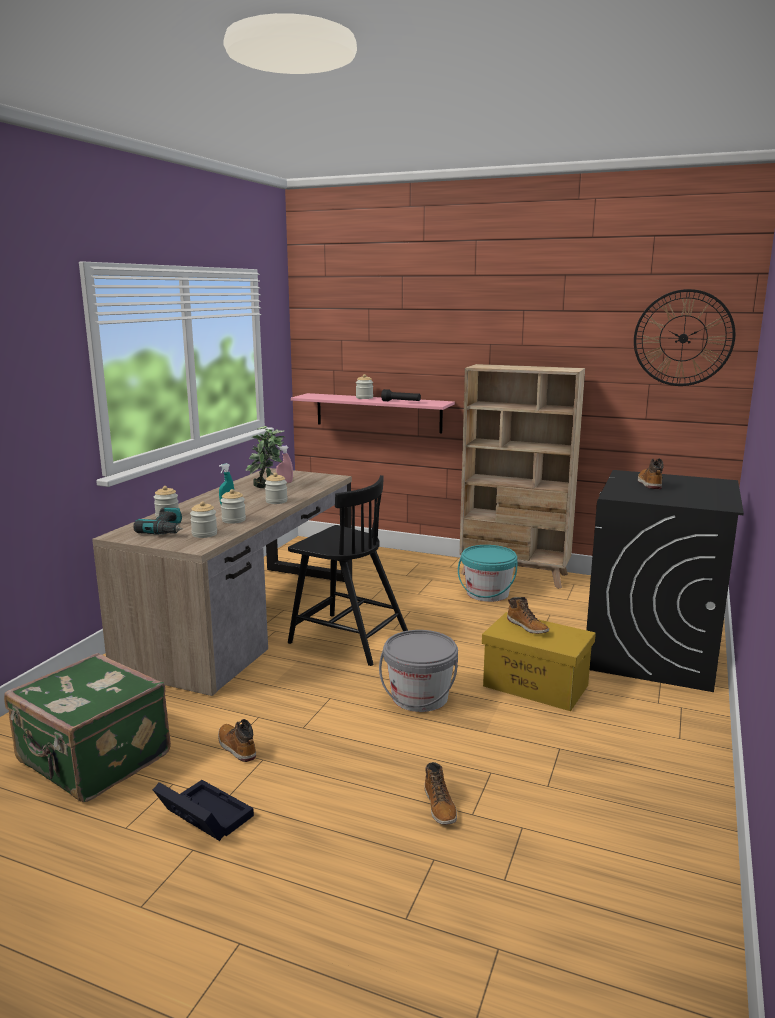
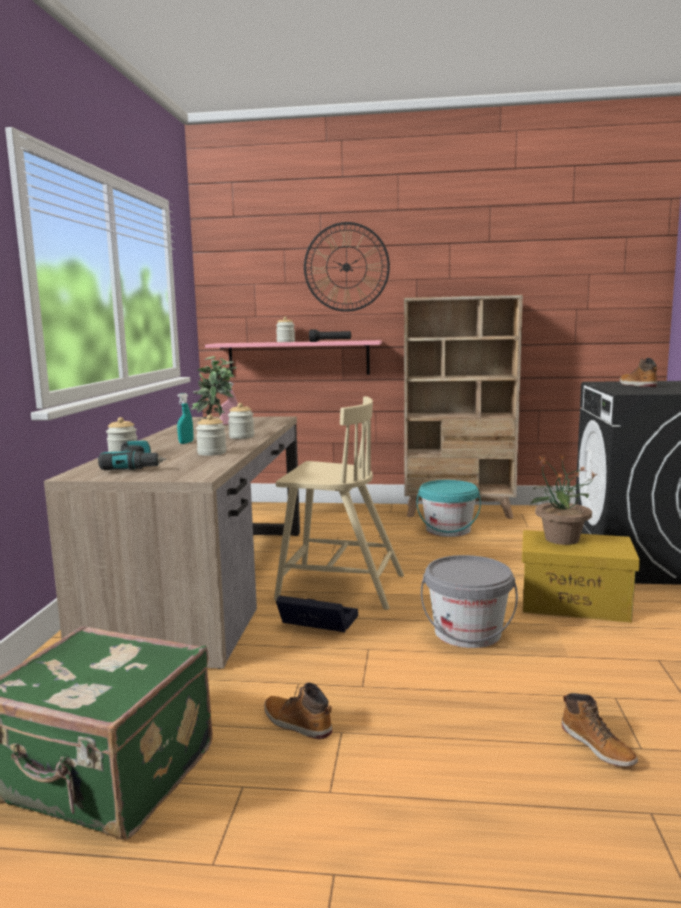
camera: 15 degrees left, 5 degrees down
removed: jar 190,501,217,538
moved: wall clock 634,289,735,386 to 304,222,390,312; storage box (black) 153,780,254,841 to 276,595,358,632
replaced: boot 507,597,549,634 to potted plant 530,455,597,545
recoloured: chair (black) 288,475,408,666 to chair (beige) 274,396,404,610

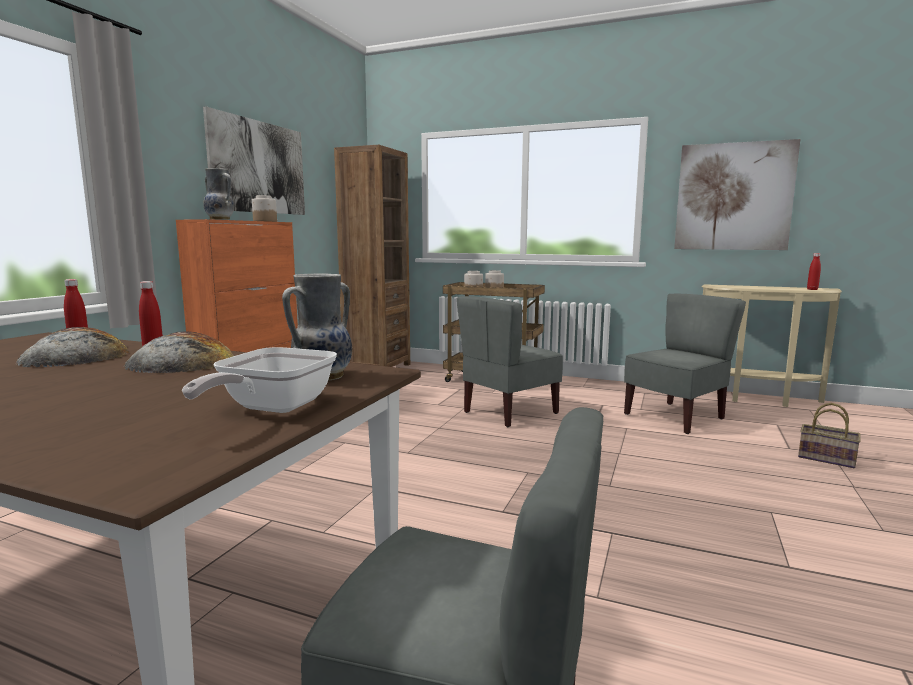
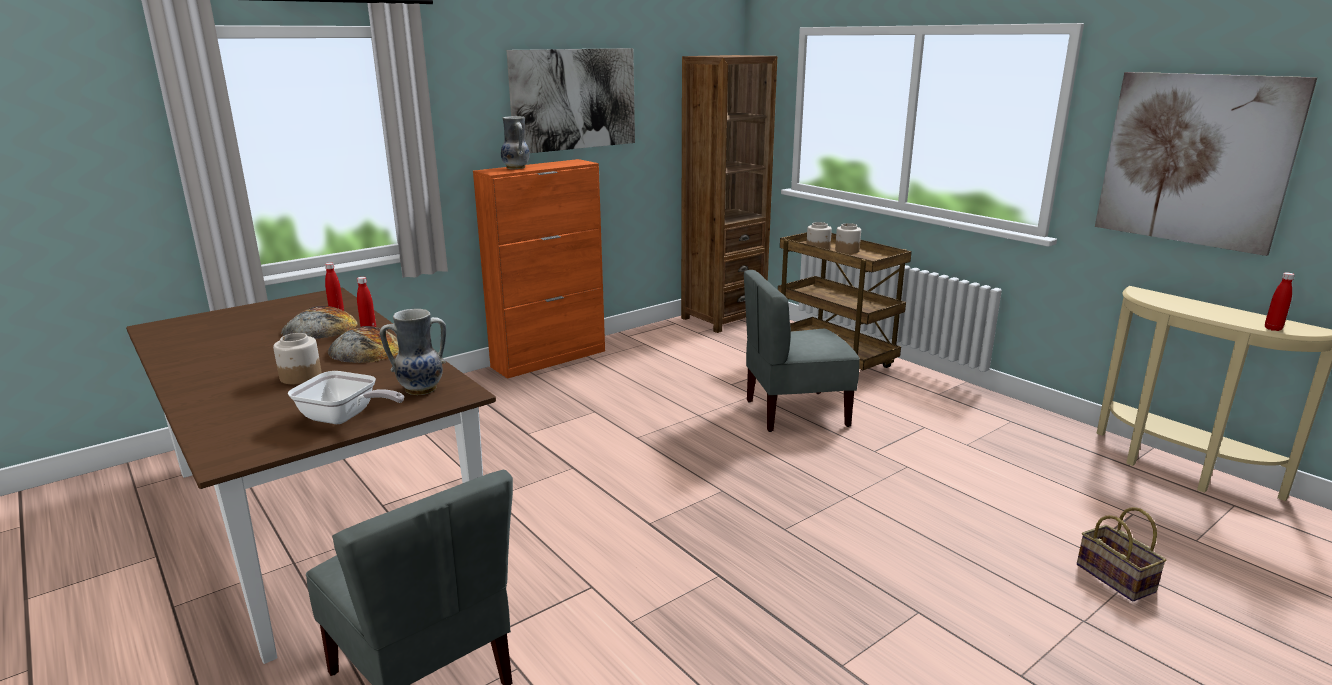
camera: 30 degrees right, 10 degrees up
removed: chair (grey) 624,294,746,434
moved: jar 252,195,277,222 to 273,333,322,384
turned: frying pan 182,347,337,413 = 288,371,404,424 120 degrees counterclockwise

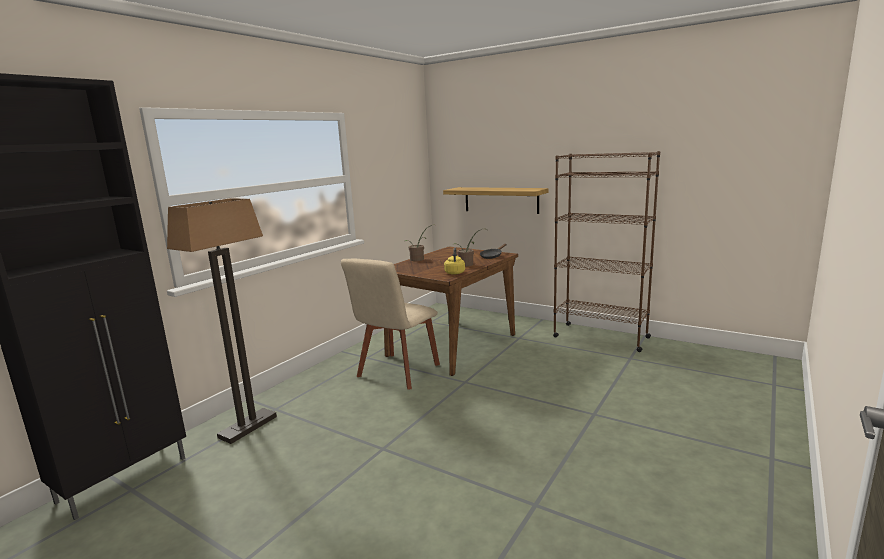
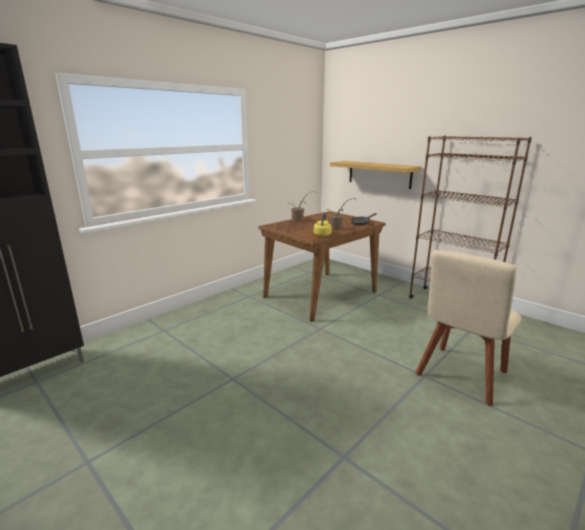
camera: 10 degrees right, 5 degrees up
removed: floor lamp 167,198,277,444
moved: chair (beige) 341,259,440,390 to 415,250,522,406

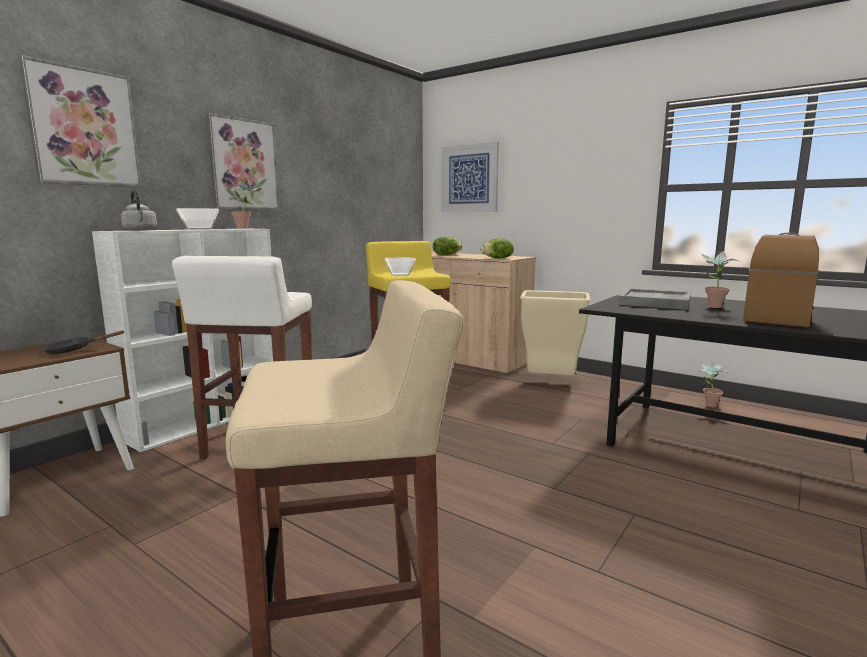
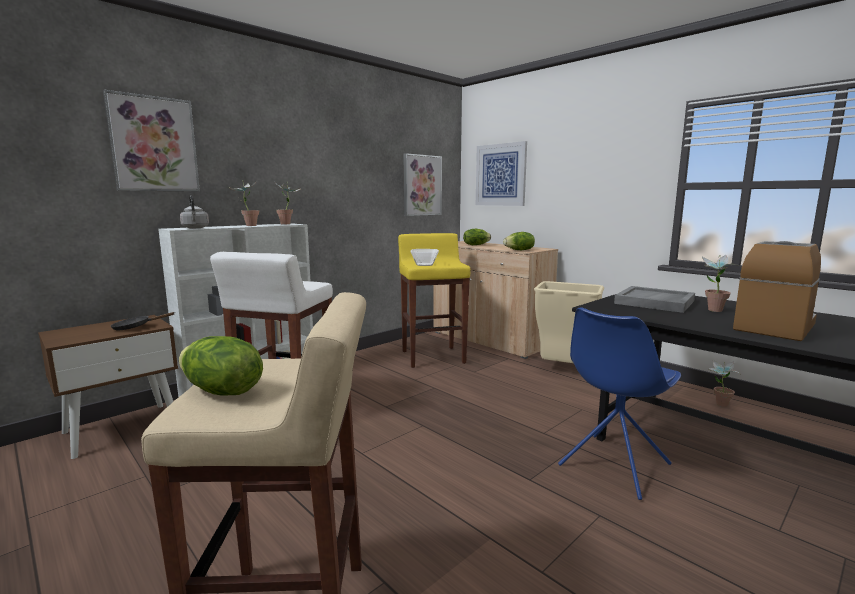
camera: 10 degrees right, 0 degrees up
added: chair (blue) 558,307,681,500; lettuce 179,336,263,396
moved: picture 206,113,279,210 to 404,153,442,216
replaced: bowl 176,208,219,230 to potted plant 228,180,259,226

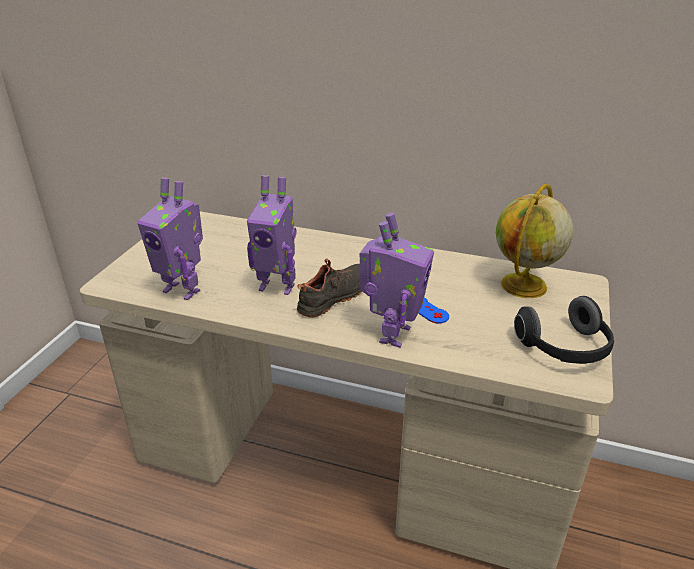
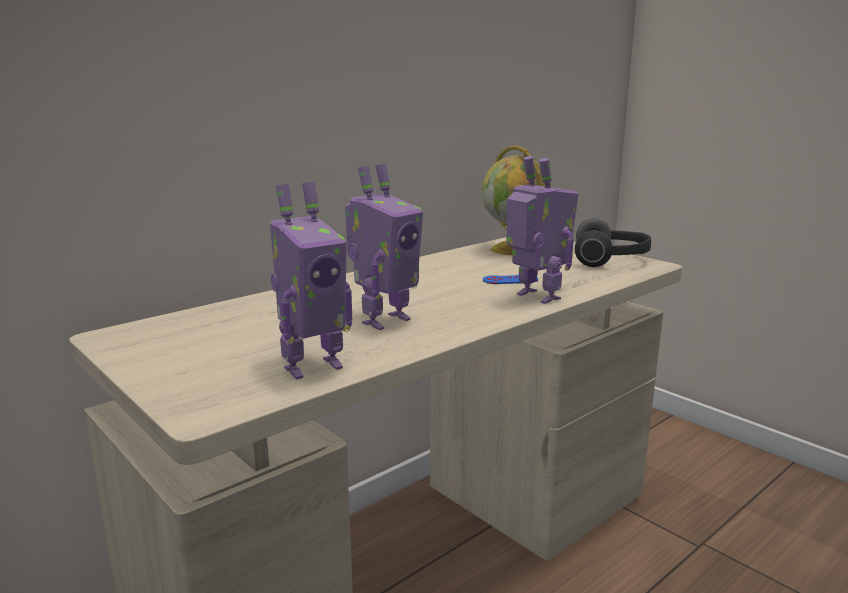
camera: 60 degrees left, 15 degrees down
removed: shoe (black) 297,258,362,317

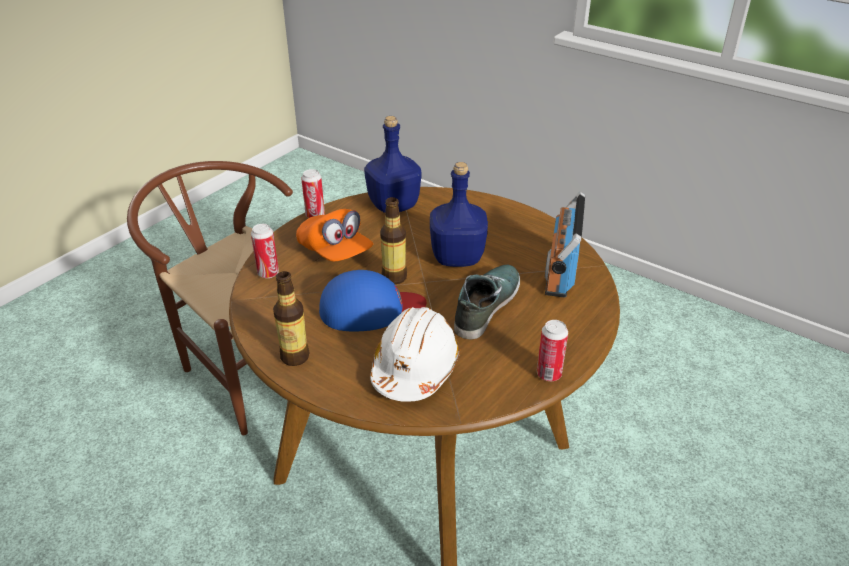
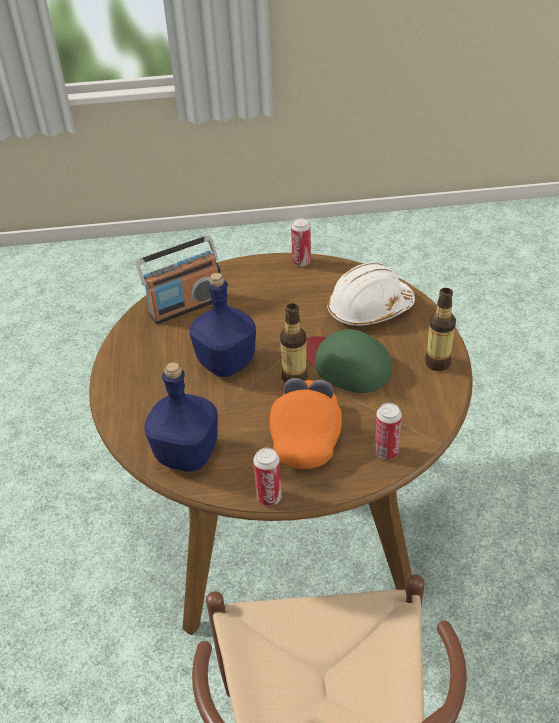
camera: 130 degrees left, 5 degrees up
removed: shoe 454,265,520,339
recoloured: cap (blue) 319,270,426,331 to cap (green) 306,329,392,393

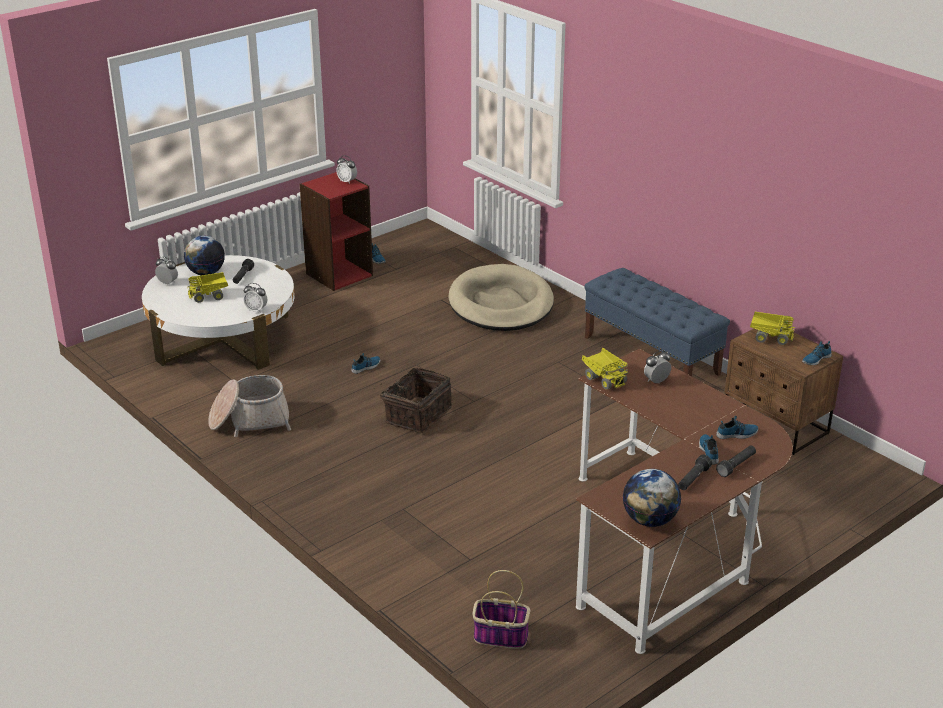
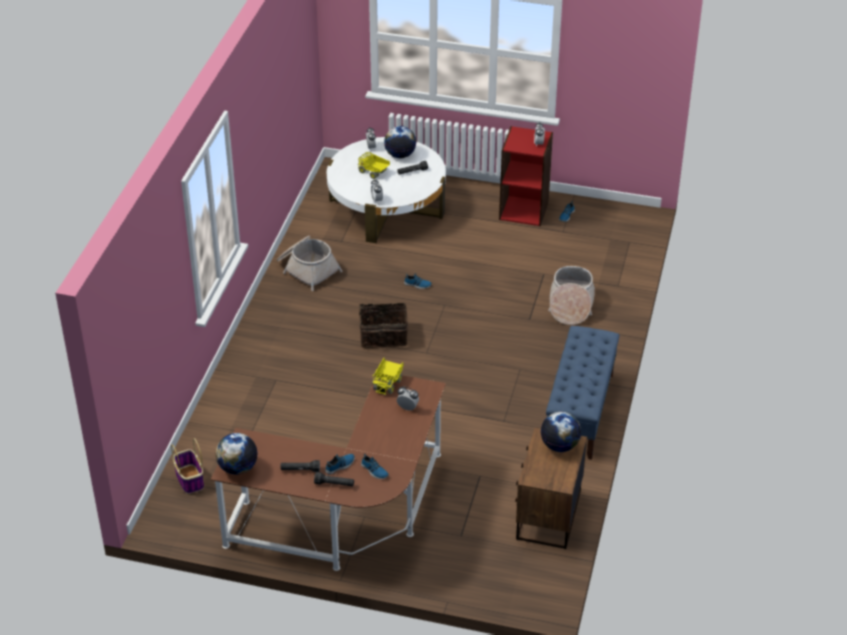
camera: 55 degrees right, 10 degrees up
removed: shoe 802,341,832,365
replaced: dog bed (beige) 448,264,554,331 to basket 548,266,595,325; toy truck 750,312,795,345 to globe 541,412,581,452

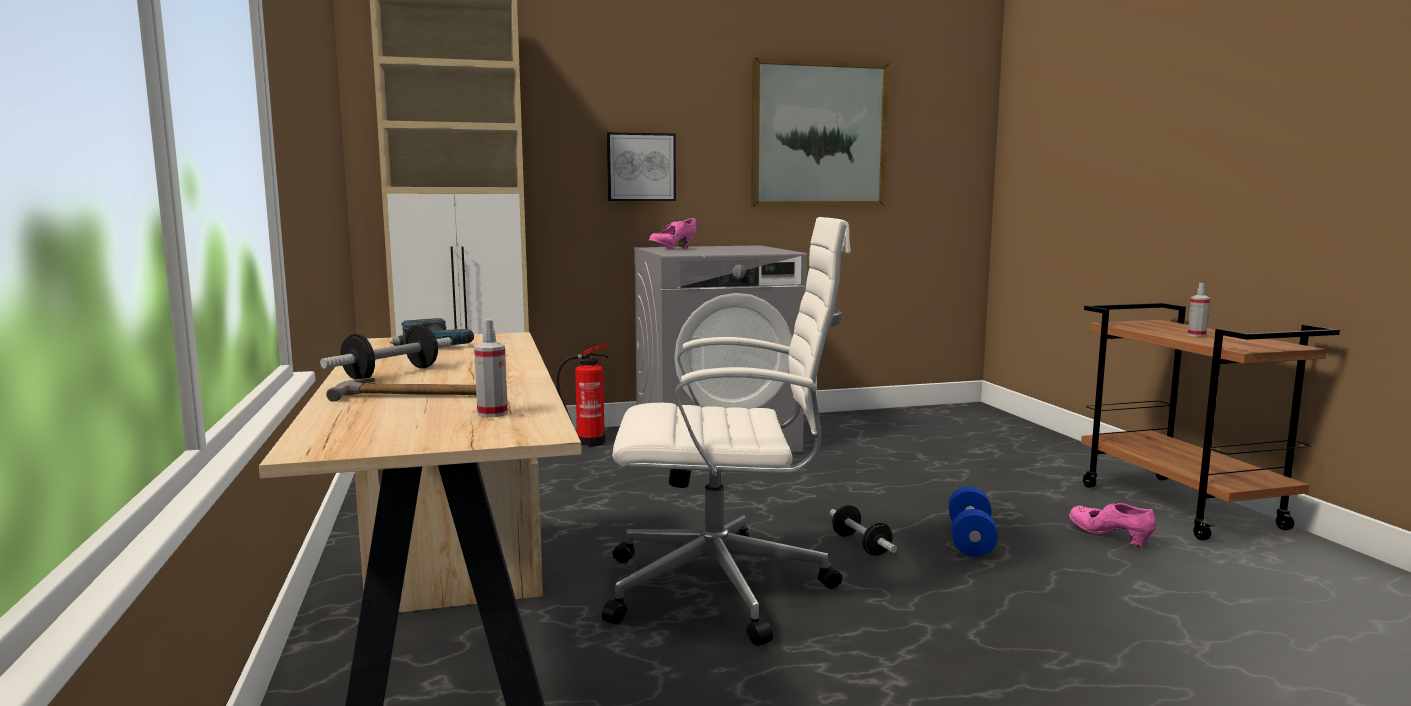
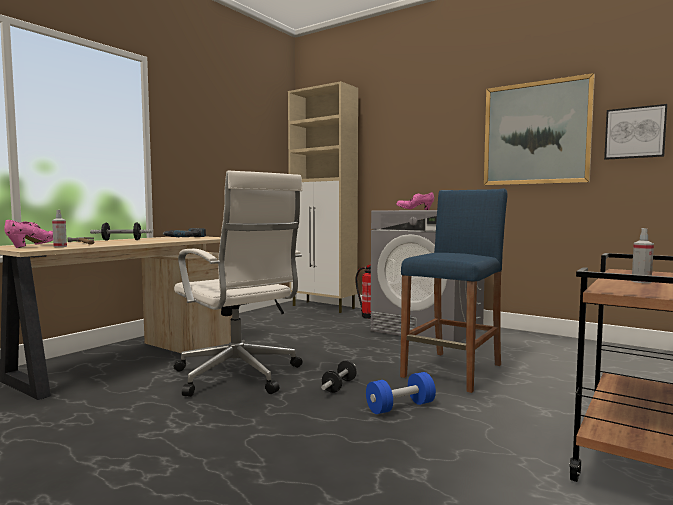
camera: 50 degrees right, 5 degrees down
added: stool (blue) 400,188,508,393
moved: picture 607,132,676,201 to 604,104,667,160; shoe (pink) 1069,503,1156,547 to 4,220,53,248

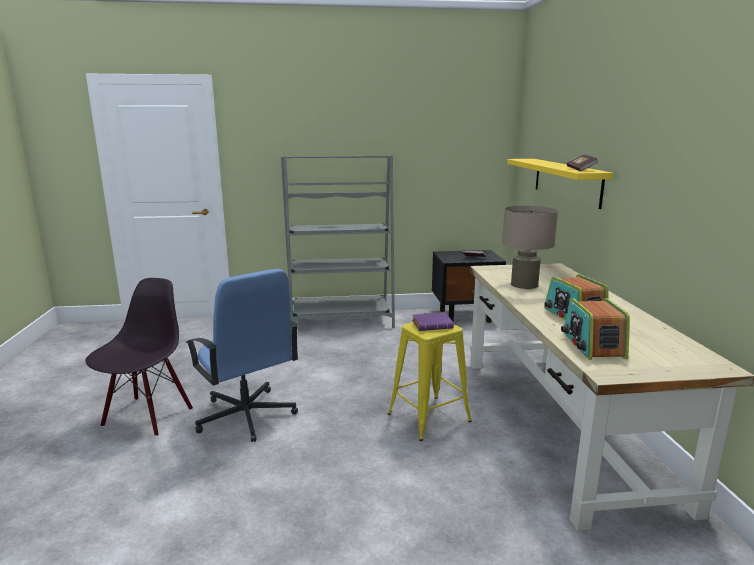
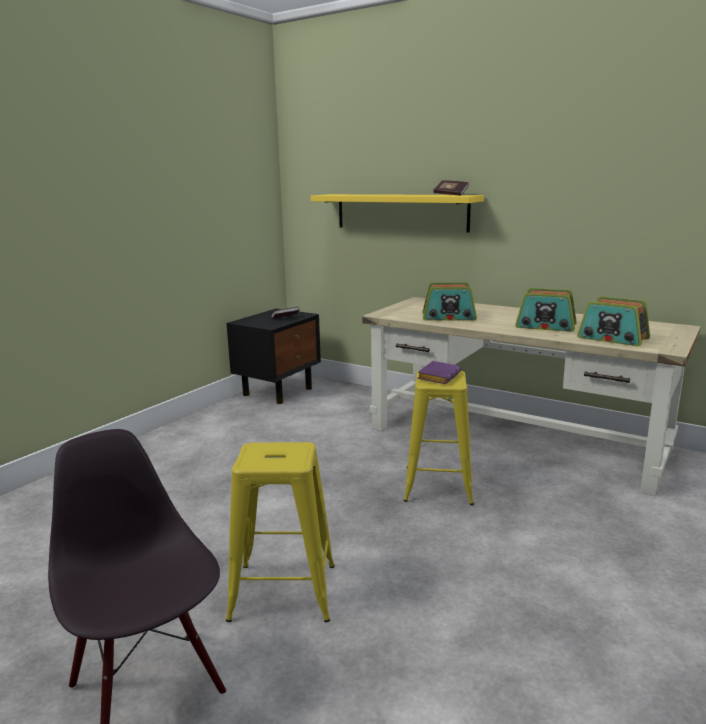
camera: 50 degrees left, 0 degrees up
removed: bookcase (grey) 281,155,395,332
replaced: table lamp (beige) 502,206,558,289 to radio 422,282,477,321; office chair (blue) 185,269,299,442 to stool (yellow) 226,442,335,622

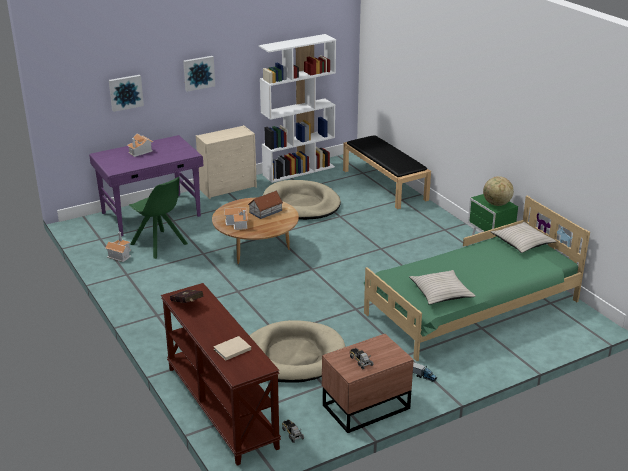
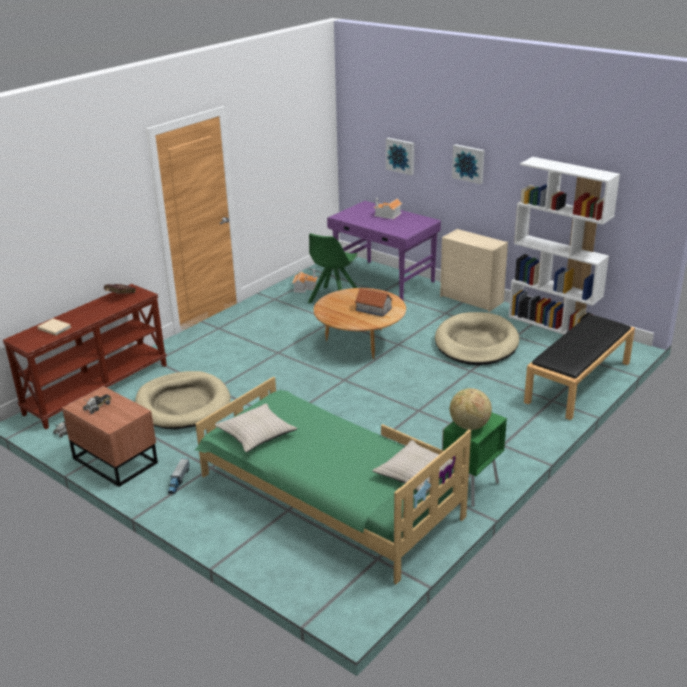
camera: 70 degrees right, 0 degrees up
removed: toy house 224,207,248,230

